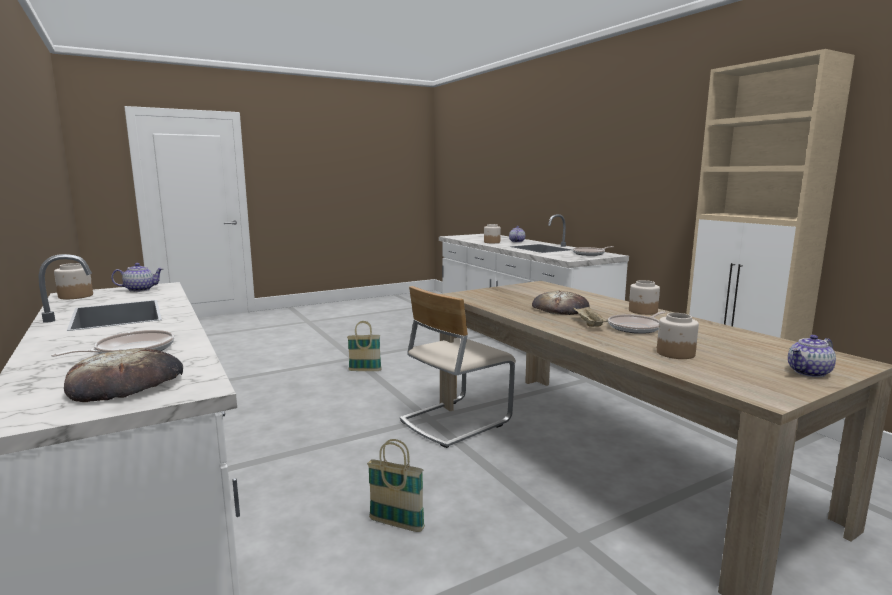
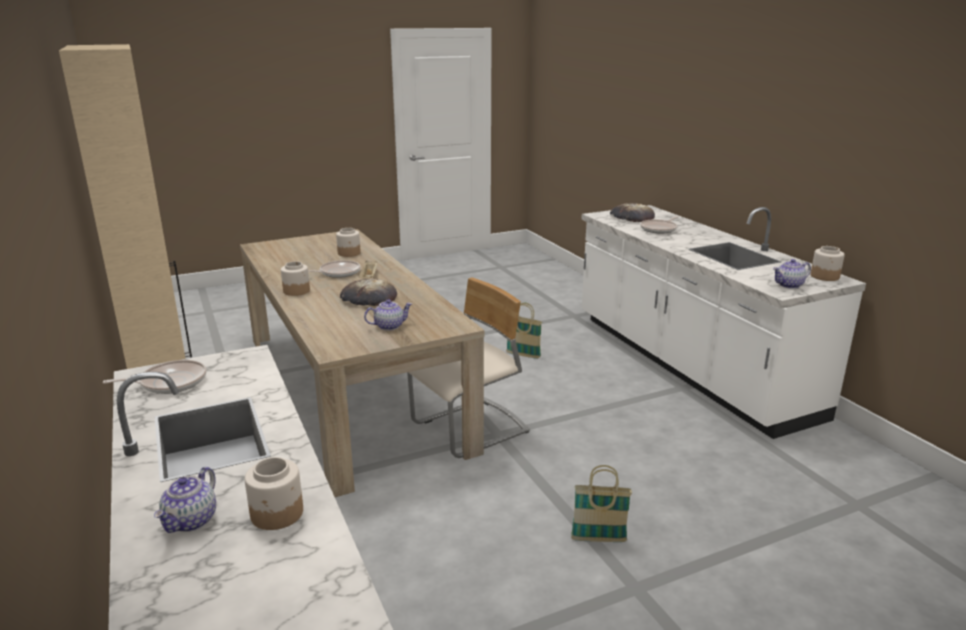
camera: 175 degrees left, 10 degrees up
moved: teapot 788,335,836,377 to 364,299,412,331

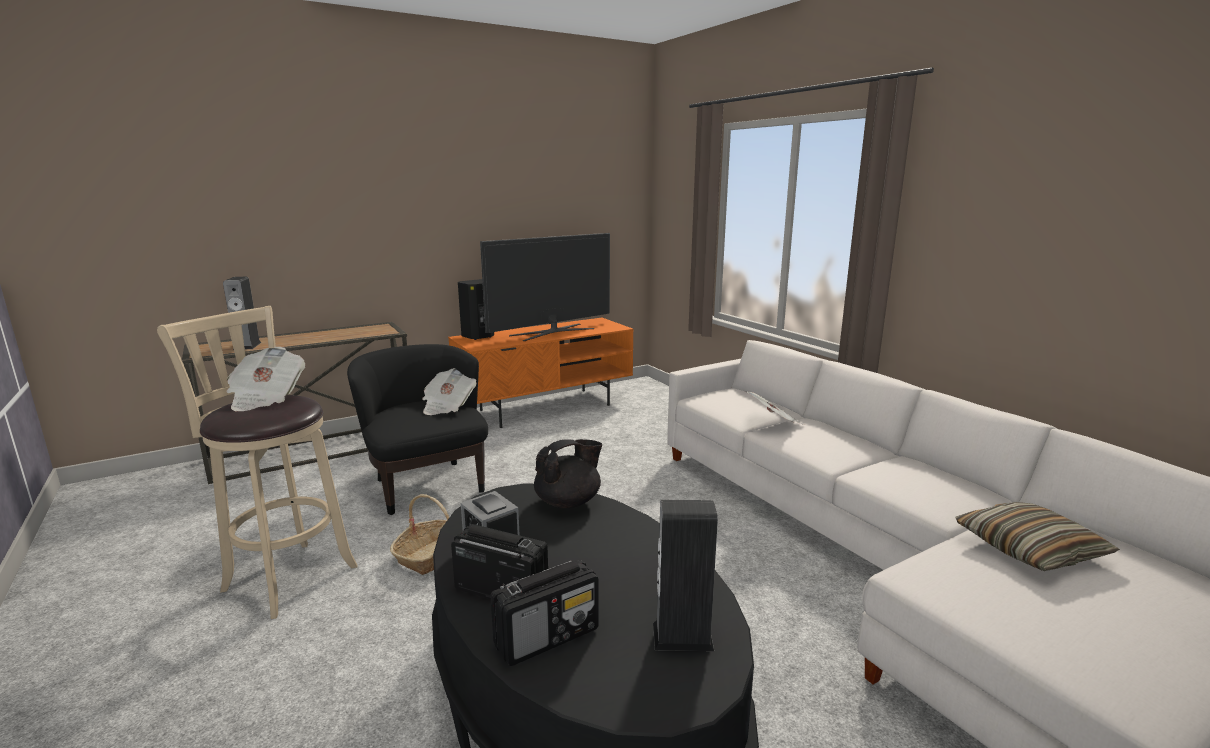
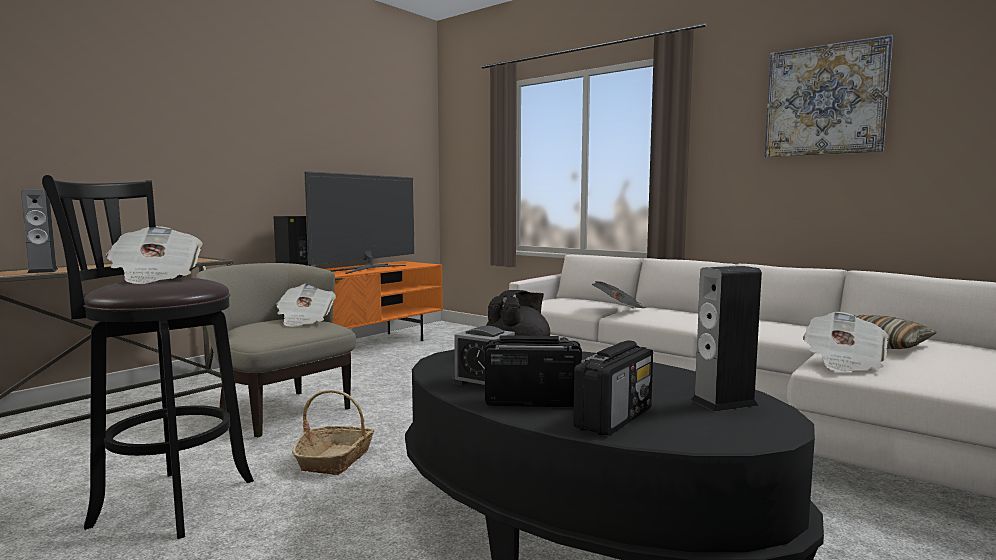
camera: 20 degrees left, 10 degrees down
added: picture 765,35,893,157; newspaper 803,312,889,372
recoloured: stool (beige) 157,306,357,619 to stool (black) 42,175,254,539; armchair (black) 347,344,488,515 to armchair (beige) 195,263,356,437

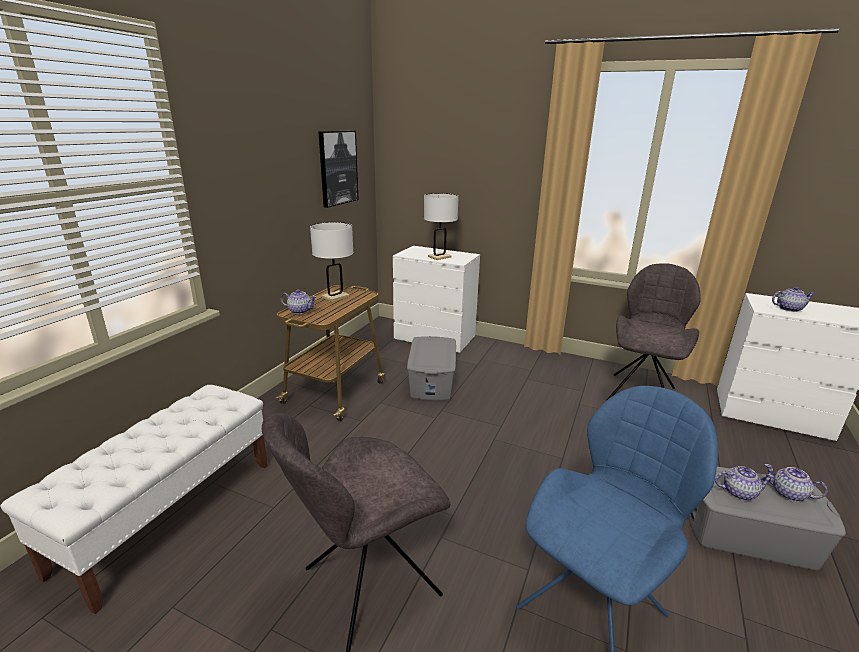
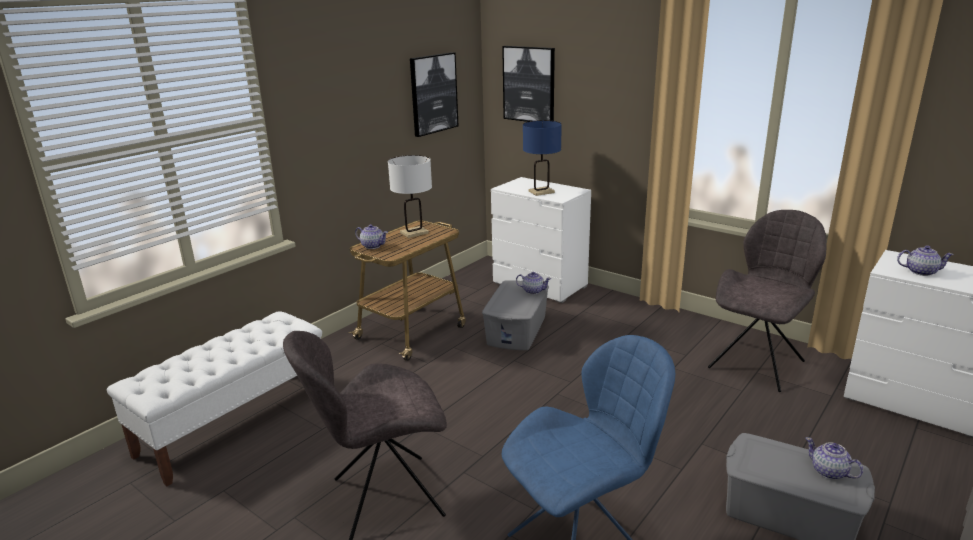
camera: 15 degrees right, 0 degrees up
added: picture 502,46,555,122
moved: teapot 715,466,774,500 to 516,272,551,294
recoloured: table lamp (white) 424,193,459,260 to table lamp (blue) 523,120,562,196

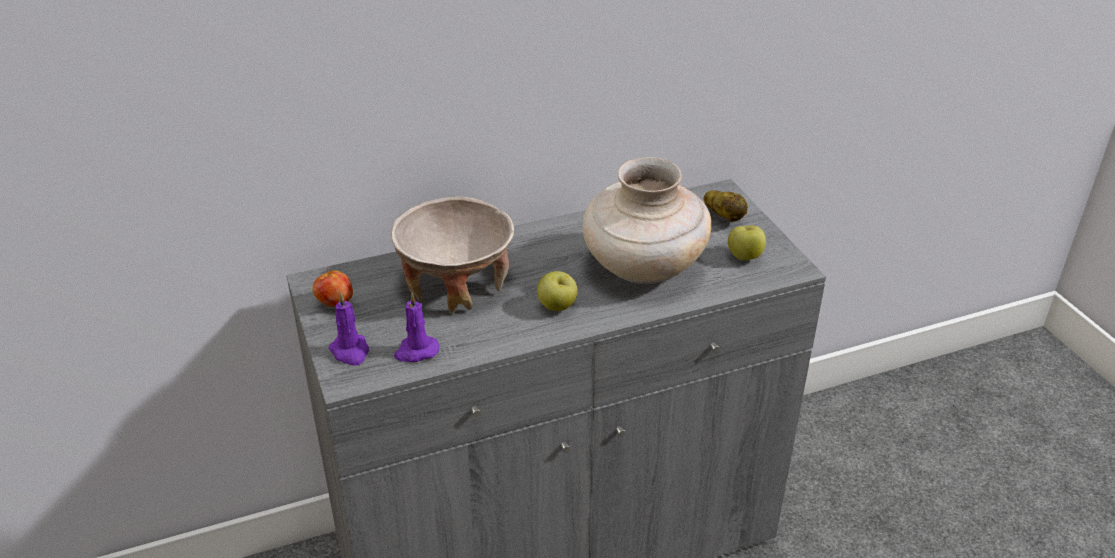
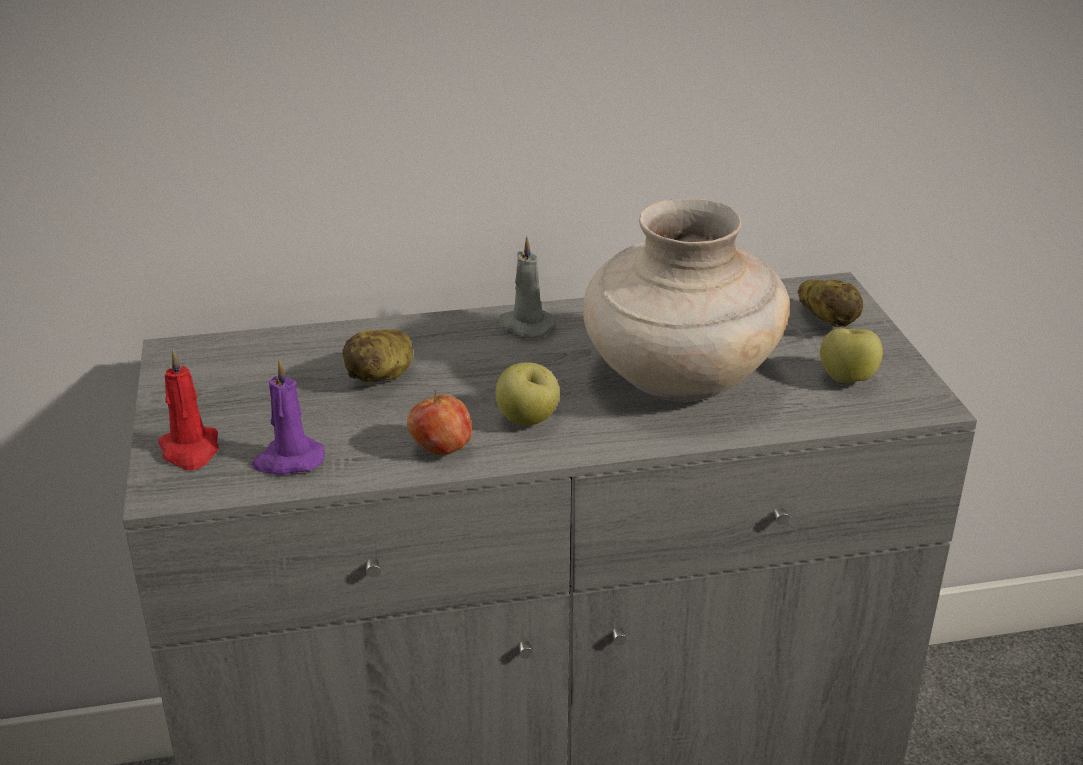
camera: 10 degrees right, 5 degrees down
added: candle (grey) 498,236,556,338
moved: apple 312,269,353,307 to 407,390,472,455
replaced: bowl (beige) 391,196,514,314 to potato 342,329,413,382
recoloured: candle (purple) 328,292,369,366 to candle (red) 158,350,219,470

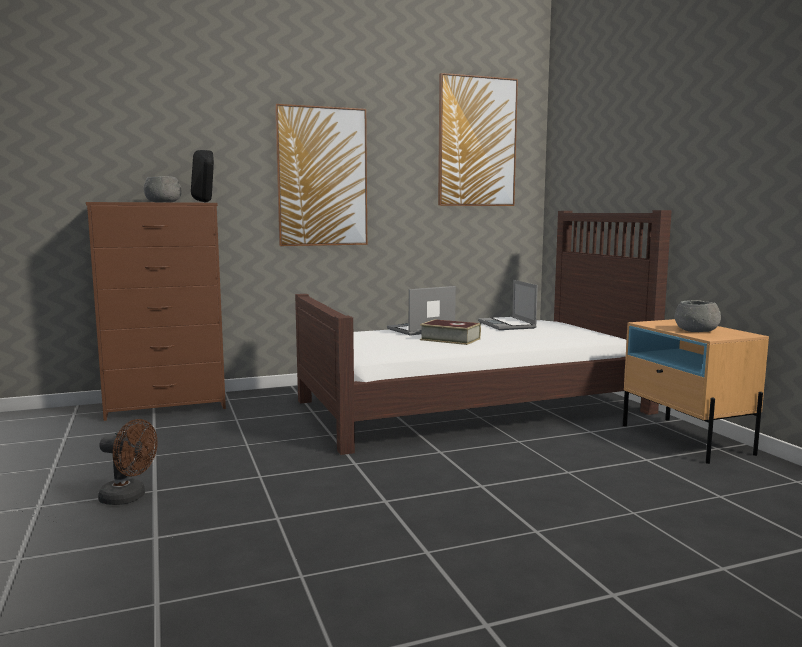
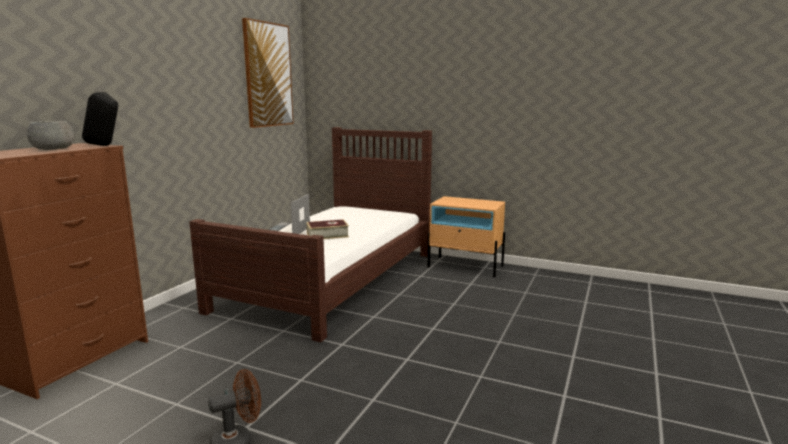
camera: 45 degrees left, 5 degrees up
removed: picture 275,104,367,246; laptop 478,280,538,330; bowl (grey) 675,300,721,332

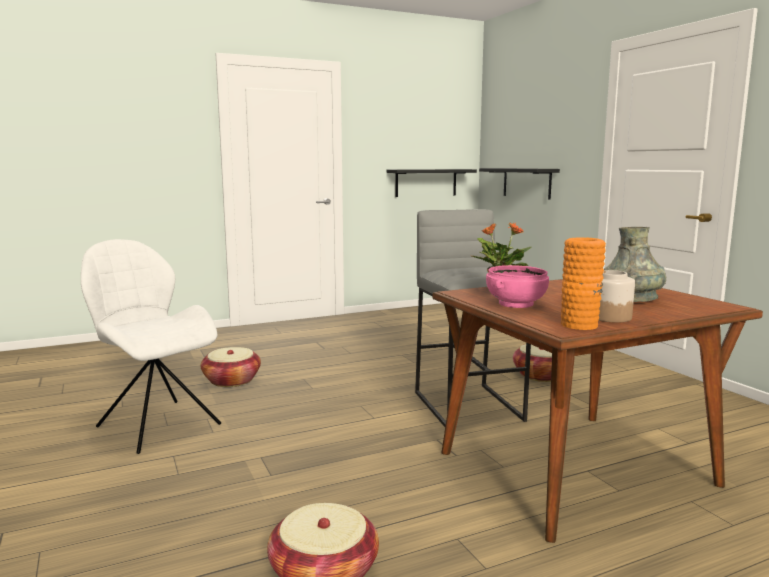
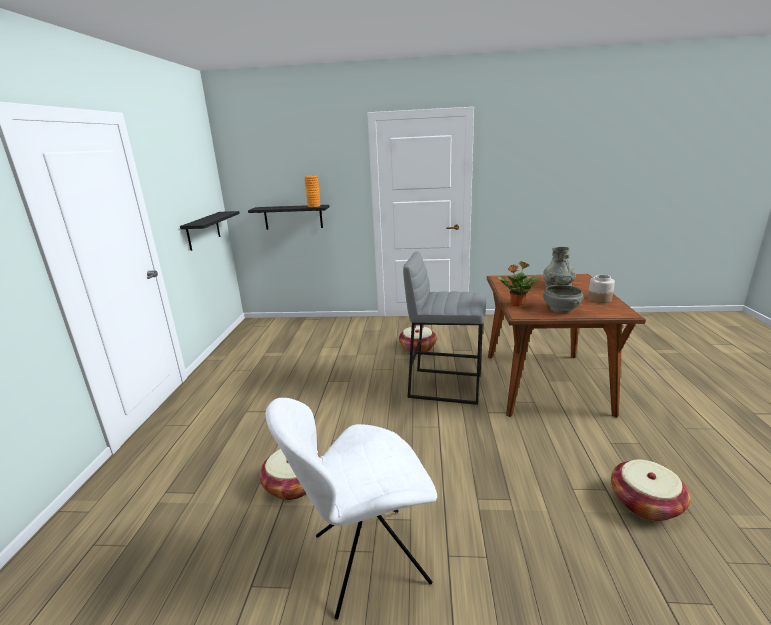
camera: 60 degrees left, 10 degrees up
moved: vase (orange) 561,237,606,330 to 305,175,320,207
recoloured: bowl (pink) 486,265,549,308 to bowl (grey) 543,285,583,313

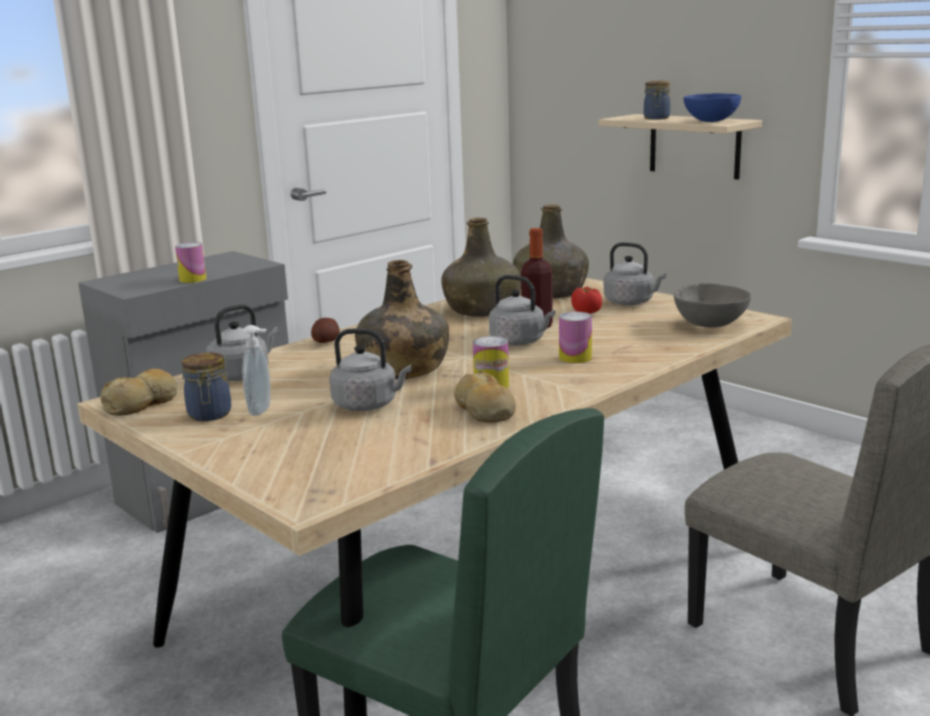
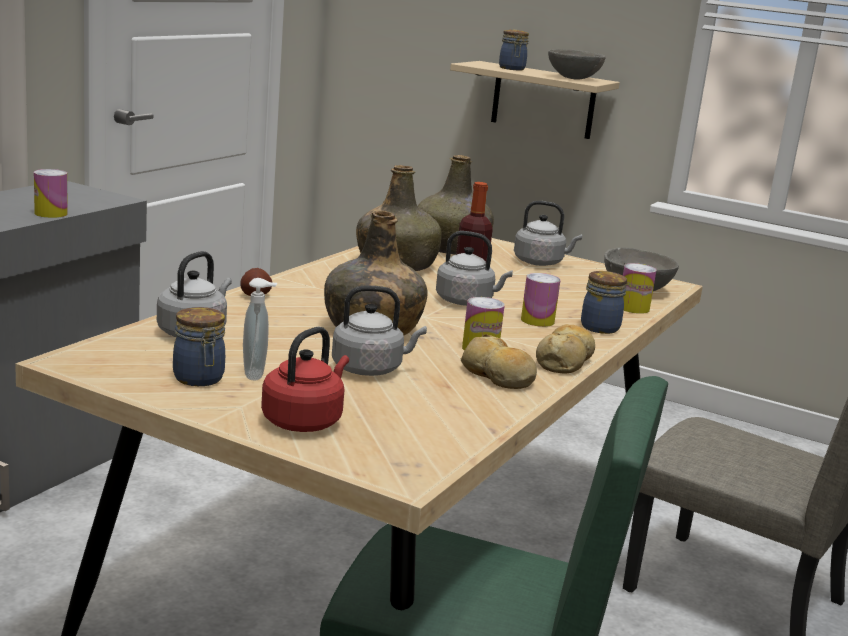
camera: 20 degrees left, 0 degrees up
removed: tomato 571,287,602,314
added: can 623,263,656,314; jar 581,271,627,334; kettle (red) 261,327,349,432
moved: bread 101,369,177,416 to 536,324,595,374
recoloured: bowl (blue) 683,93,742,122 to bowl (grey) 548,49,606,80

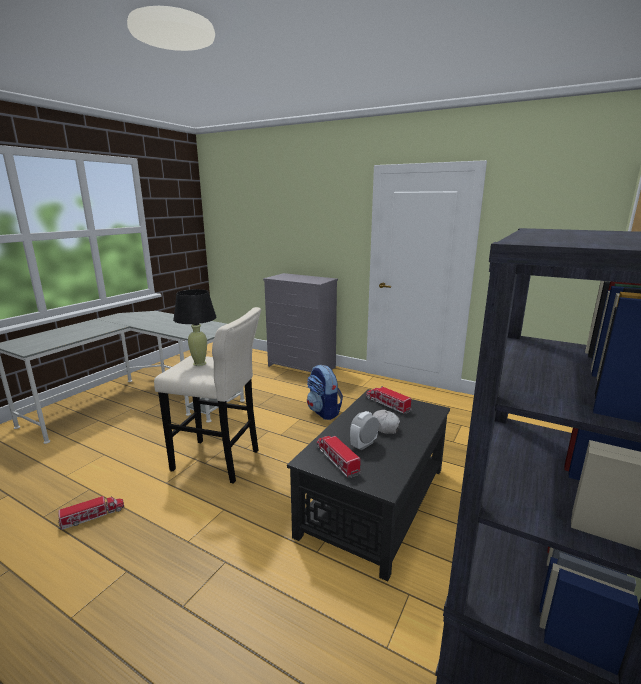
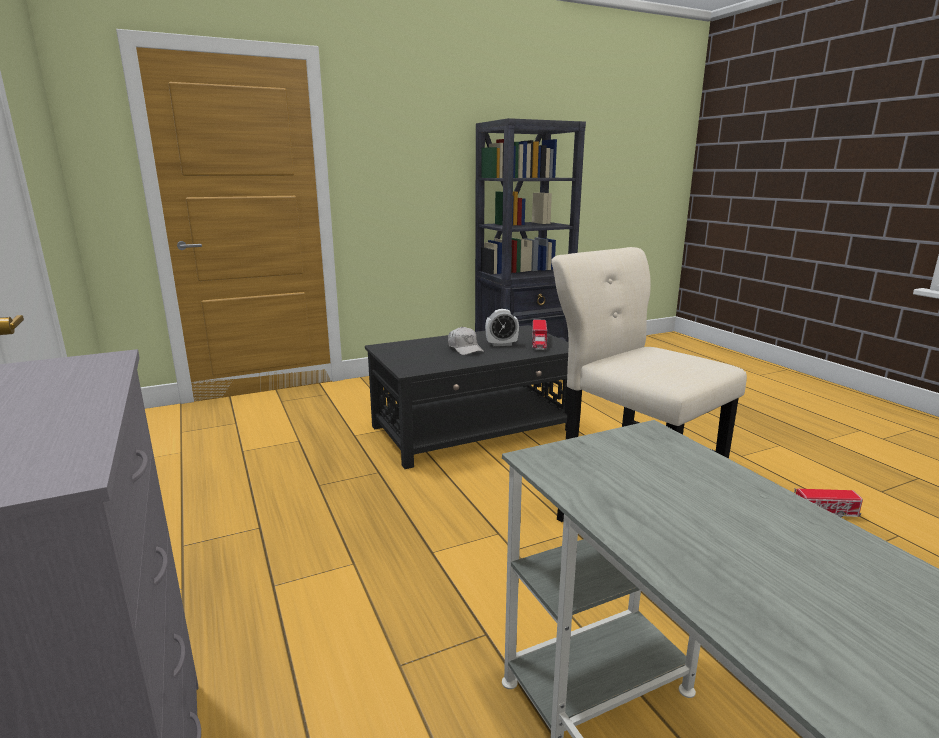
camera: 145 degrees left, 0 degrees up
removed: table lamp (black) 173,289,217,366; backpack 307,365,343,420; toy truck 366,386,412,414

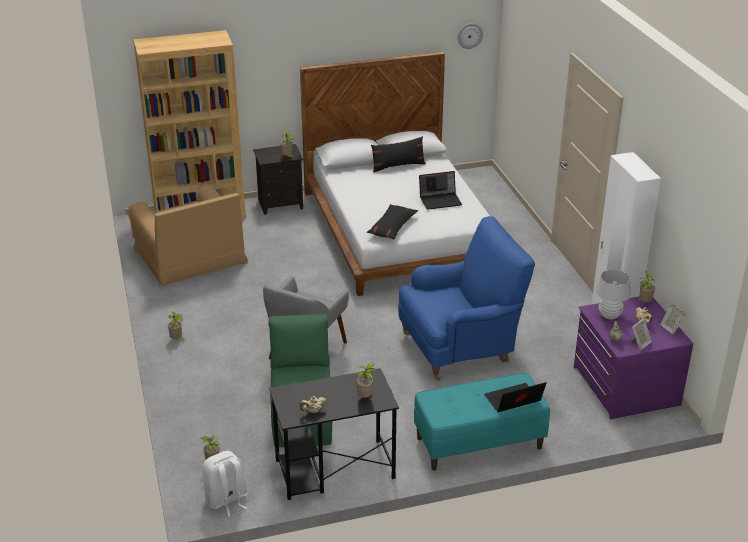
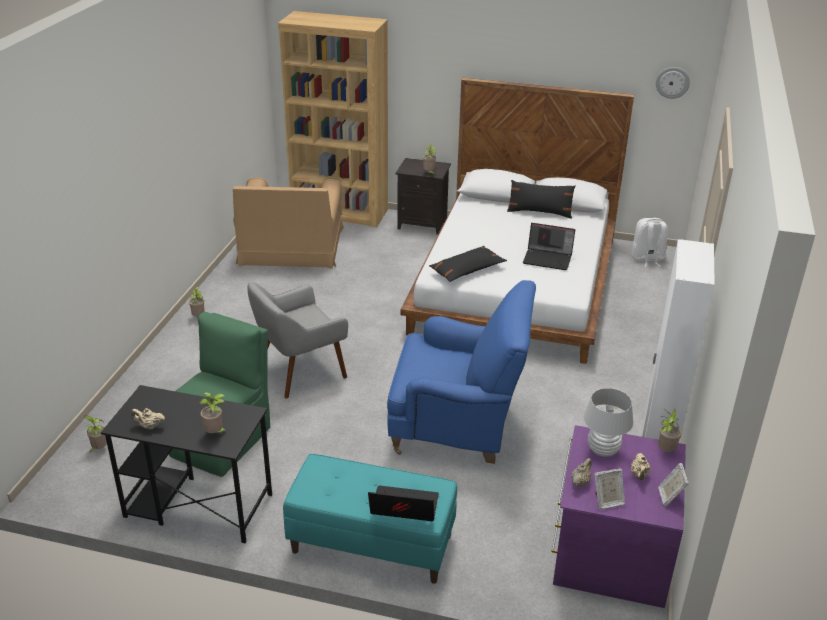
camera: 30 degrees right, 0 degrees up
moved: backpack (white) 202,451,248,517 to 631,218,668,267

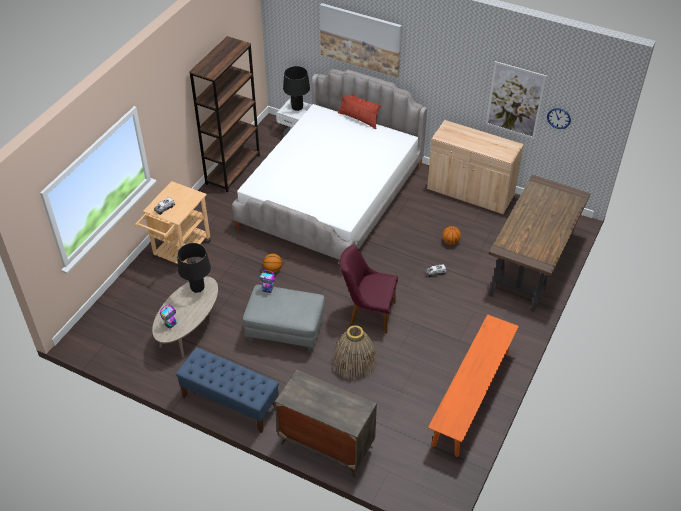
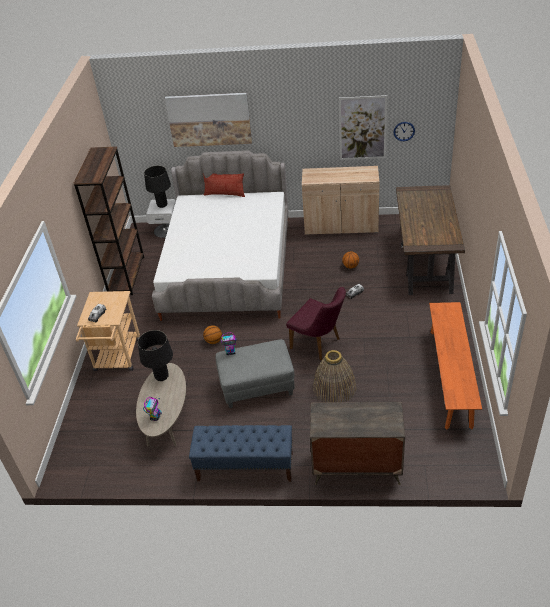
camera: 20 degrees left, 5 degrees down
turned: chair (purple) 339,245,398,334 = 286,287,346,360 135 degrees counterclockwise

